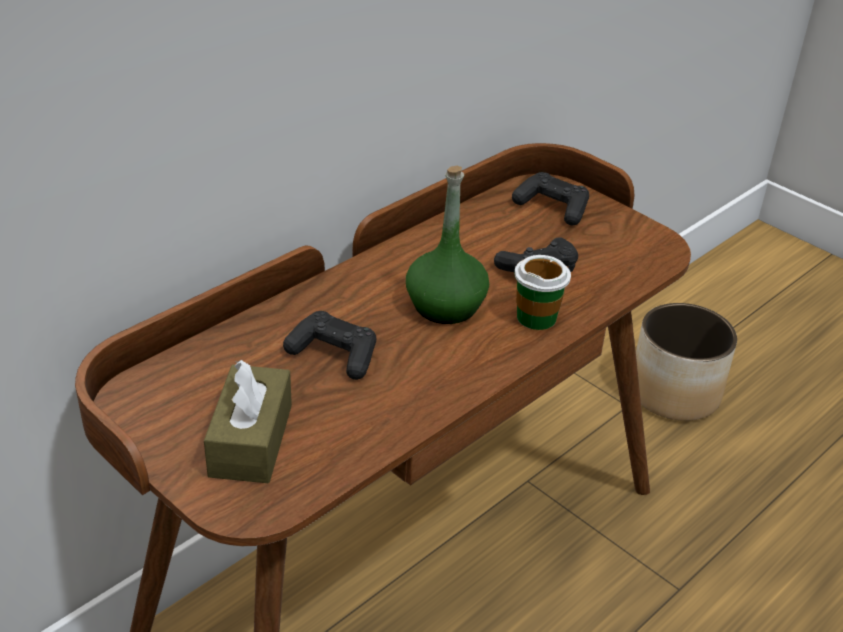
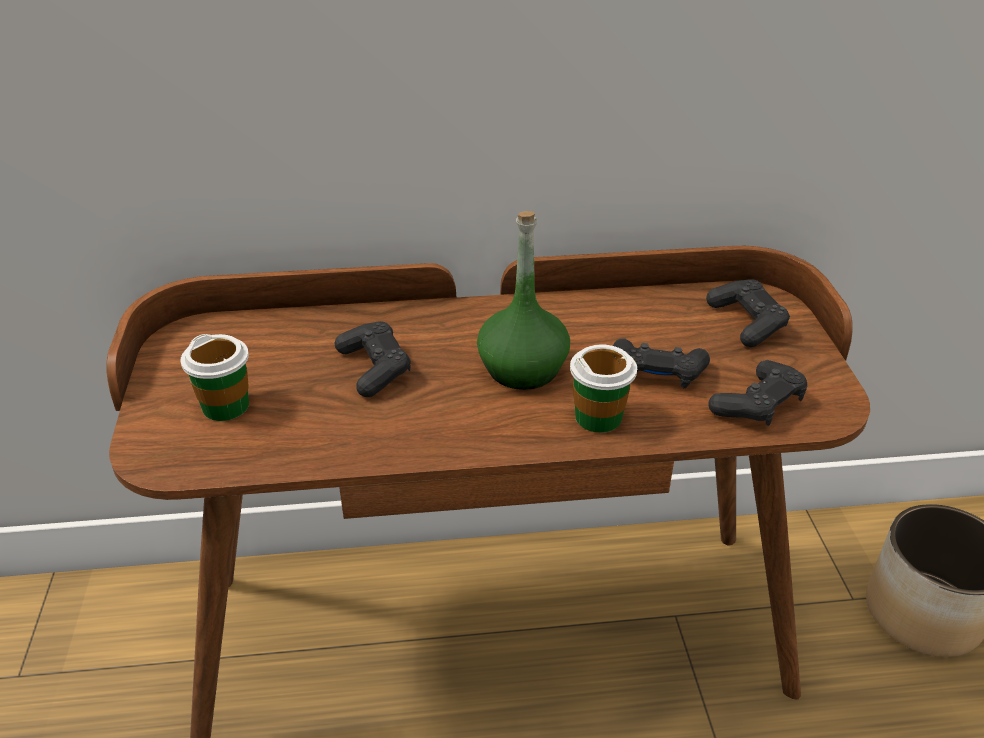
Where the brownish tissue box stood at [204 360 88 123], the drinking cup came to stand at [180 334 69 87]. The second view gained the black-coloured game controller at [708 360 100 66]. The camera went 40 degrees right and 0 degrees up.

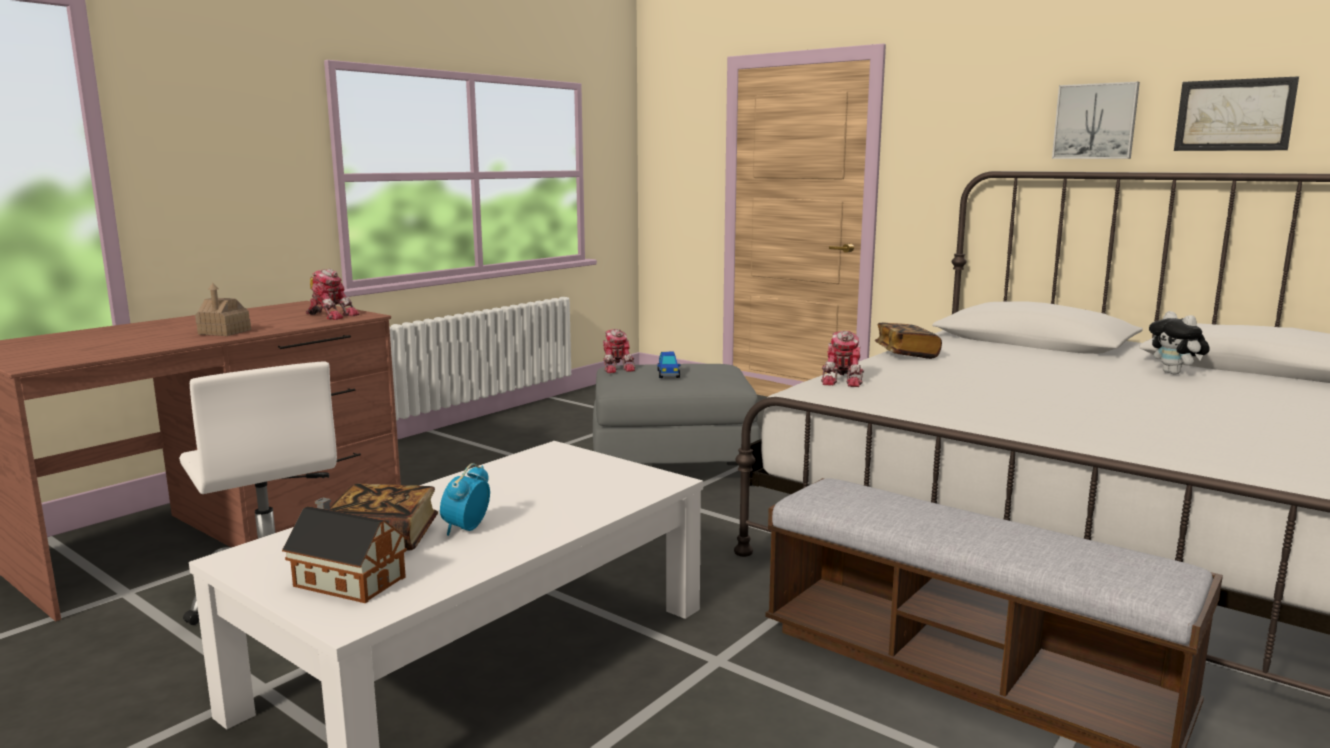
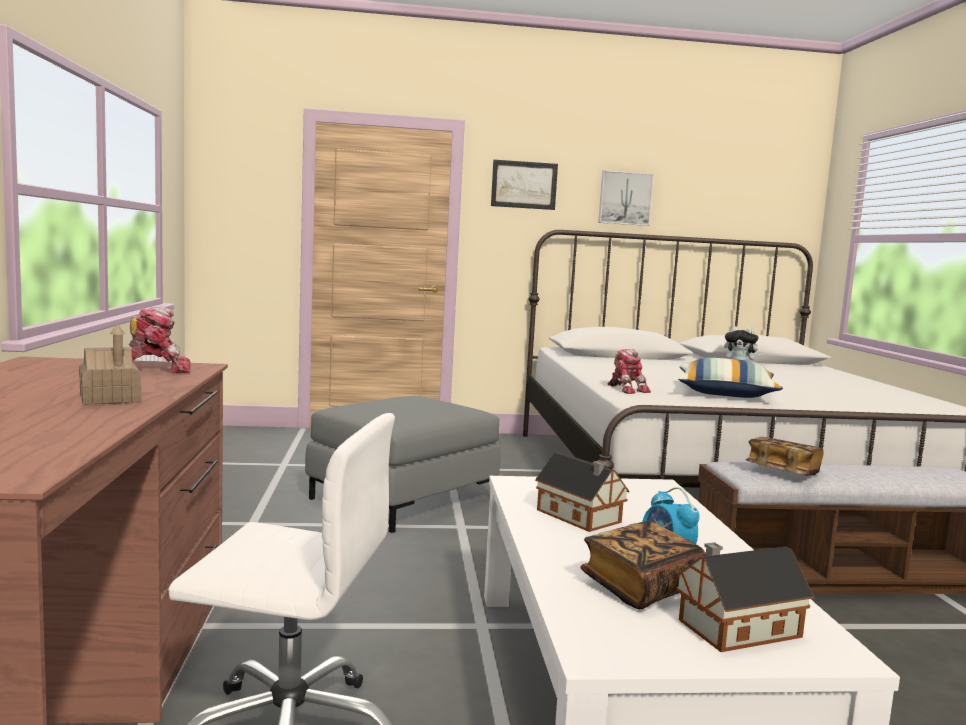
The wall art ended up elsewhere, having gone from [1174 76 125 75] to [491 160 67 50]. The book ended up elsewhere, having gone from [875 323 67 36] to [746 437 78 39]. The second view lost the robot figure at [603 329 32 44]. The second view lost the model car at [657 352 23 26]. The second view gained the pillow at [678 358 105 40]. The second view gained the toy house at [535 452 95 80]. The camera went 45 degrees left and 5 degrees down.

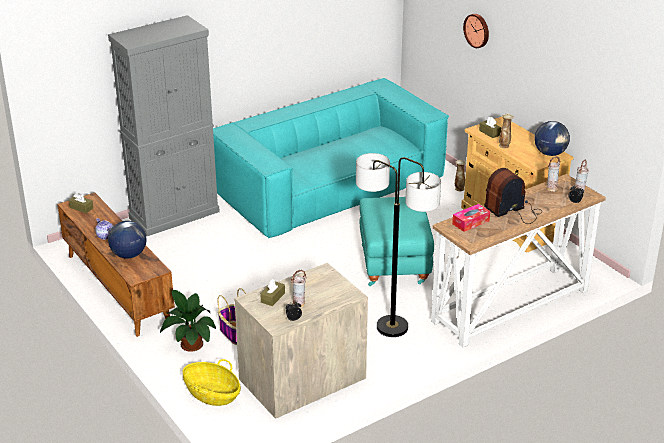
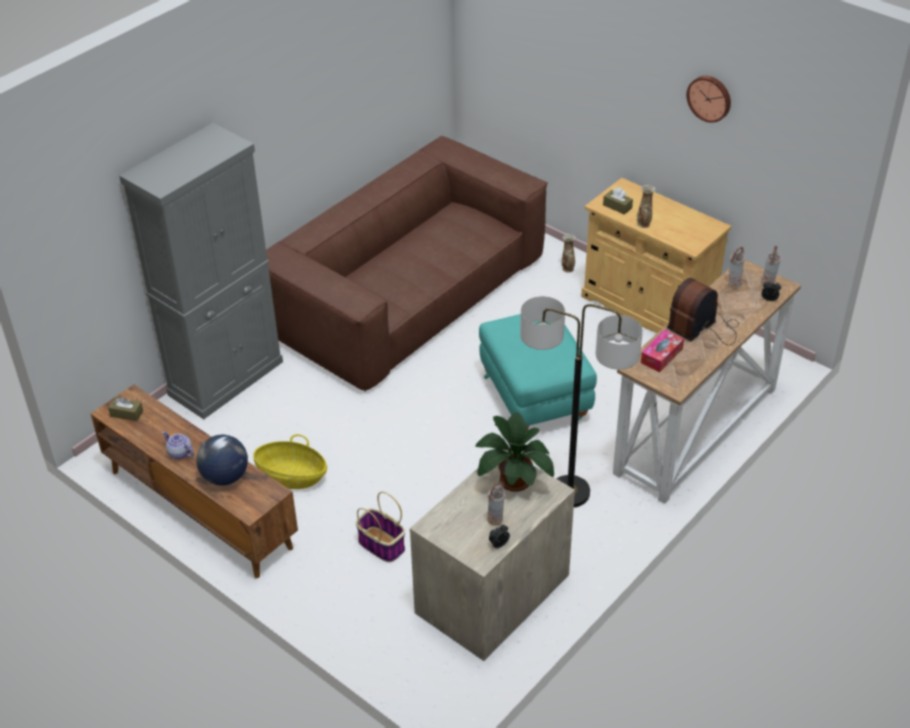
The clock on the wall ended up elsewhere, having gone from [463 14 26 34] to [687 76 44 47]. What was the blue-green sofa at [213 78 236 160] turned into the brownish sofa at [266 136 282 256]. The second view lost the world globe at [534 121 36 35]. The second view lost the brownish tissue box at [260 279 25 27]. The plant in a pot ended up elsewhere, having gone from [160 290 56 62] to [475 412 79 80]. The household basket ended up elsewhere, having gone from [183 359 58 47] to [253 434 74 55]. The camera went 15 degrees left and 10 degrees up.

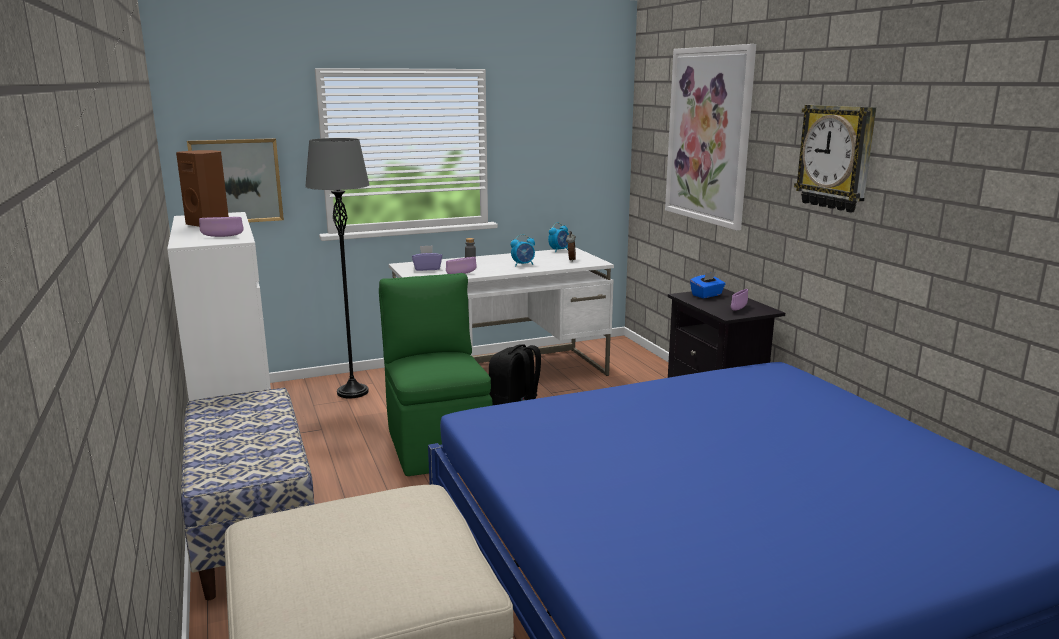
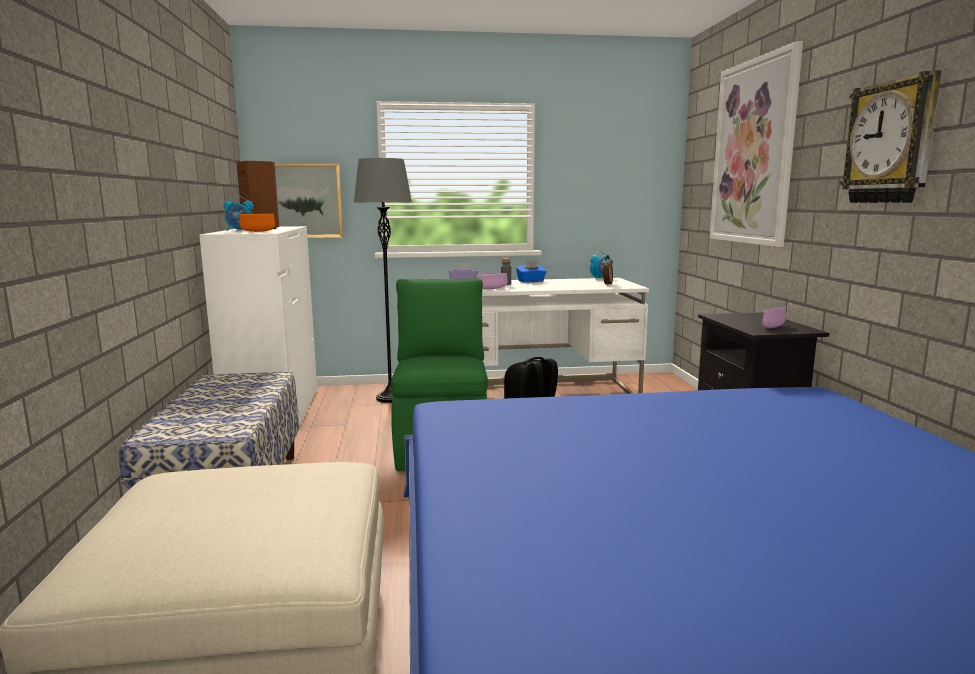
What was the purple bowl at [199 217 45 20] turned into the orange-coloured bowl at [239 214 36 18]. The alarm clock ended up elsewhere, having gone from [511 234 24 32] to [224 196 30 35]. The blue-coloured tissue box ended up elsewhere, having gone from [690 272 35 26] to [516 261 31 22]. The camera went 15 degrees right and 5 degrees down.

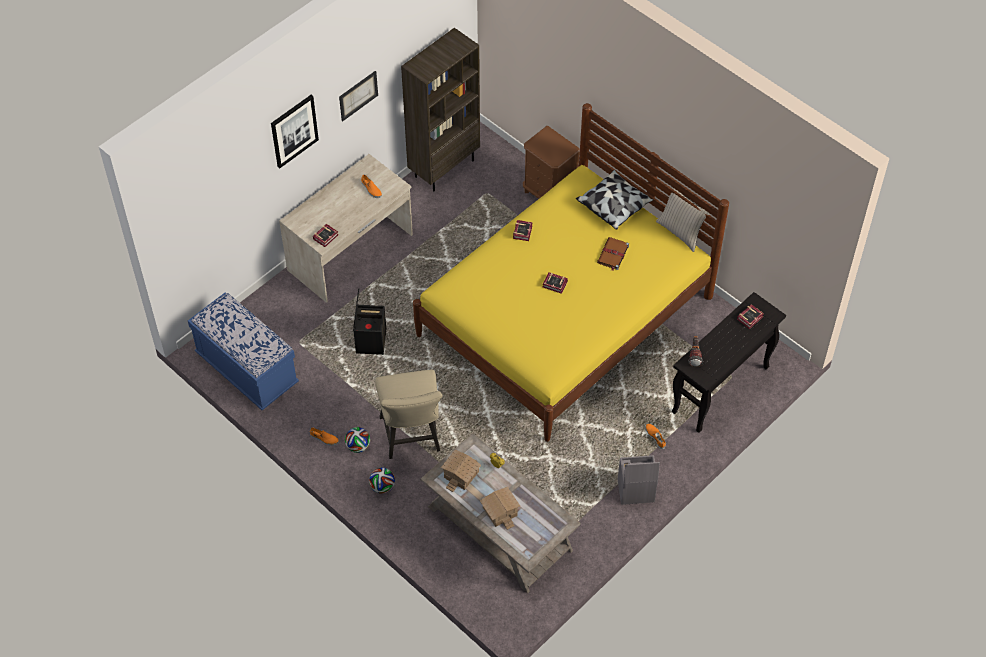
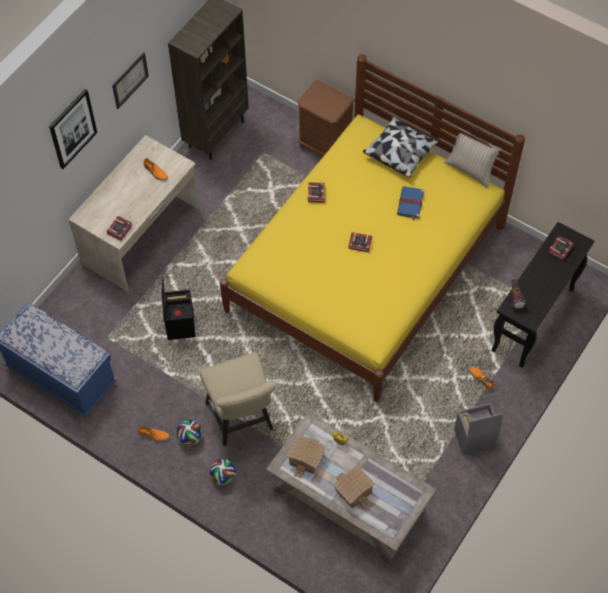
What was the brownish book at [597 237 32 33] turned into the blue-coloured book at [397 186 27 34]. The camera went 10 degrees left and 5 degrees up.

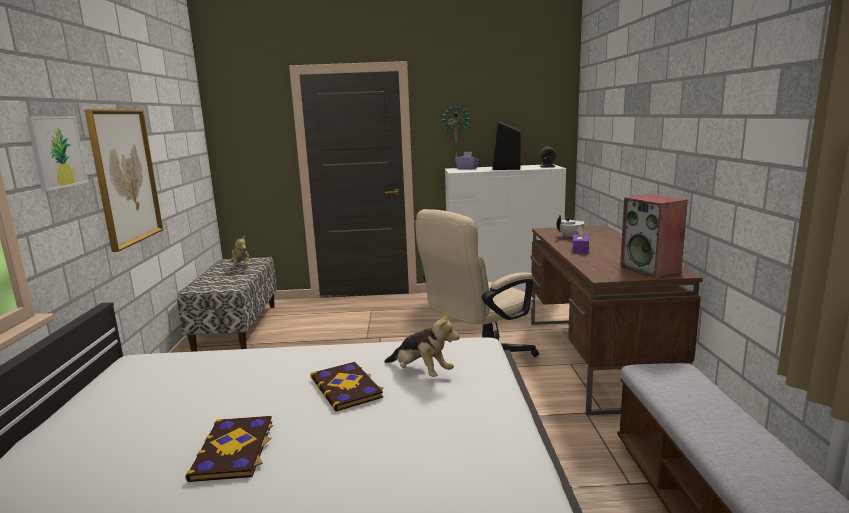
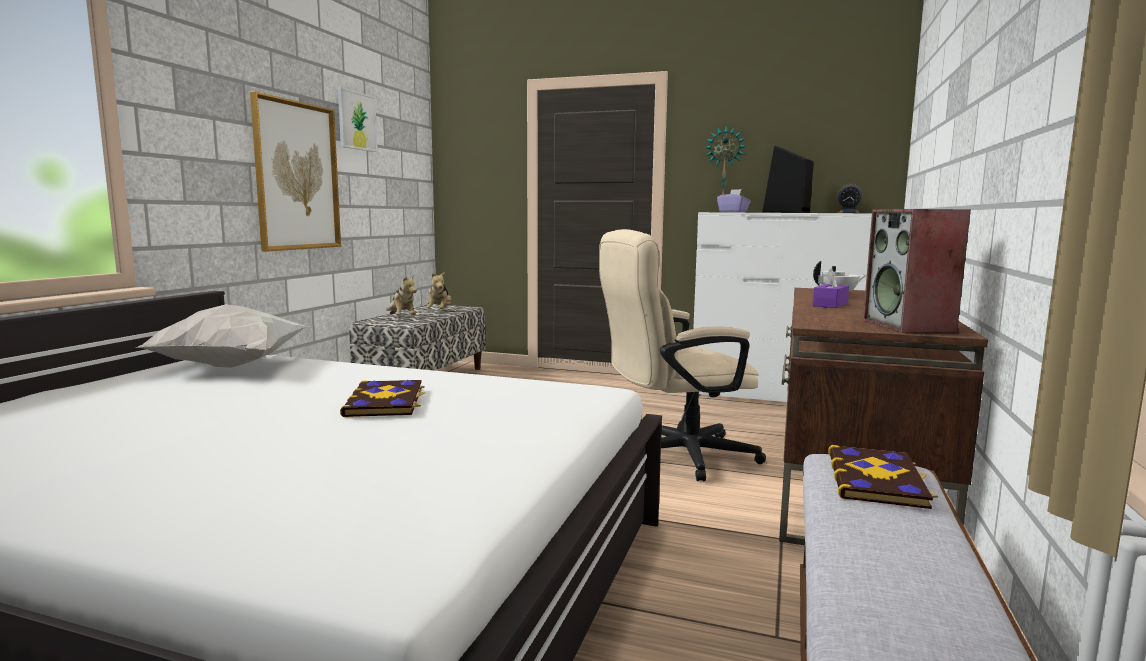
The wall art ended up elsewhere, having gone from [26 116 62 76] to [338 87 40 65]. The cuddly toy ended up elsewhere, having gone from [384 311 76 66] to [386 275 31 40]. The book ended up elsewhere, having gone from [185 416 88 66] to [828 445 110 64]. The second view gained the white-coloured pillow at [135 304 173 64]. The camera went 20 degrees right and 5 degrees down.

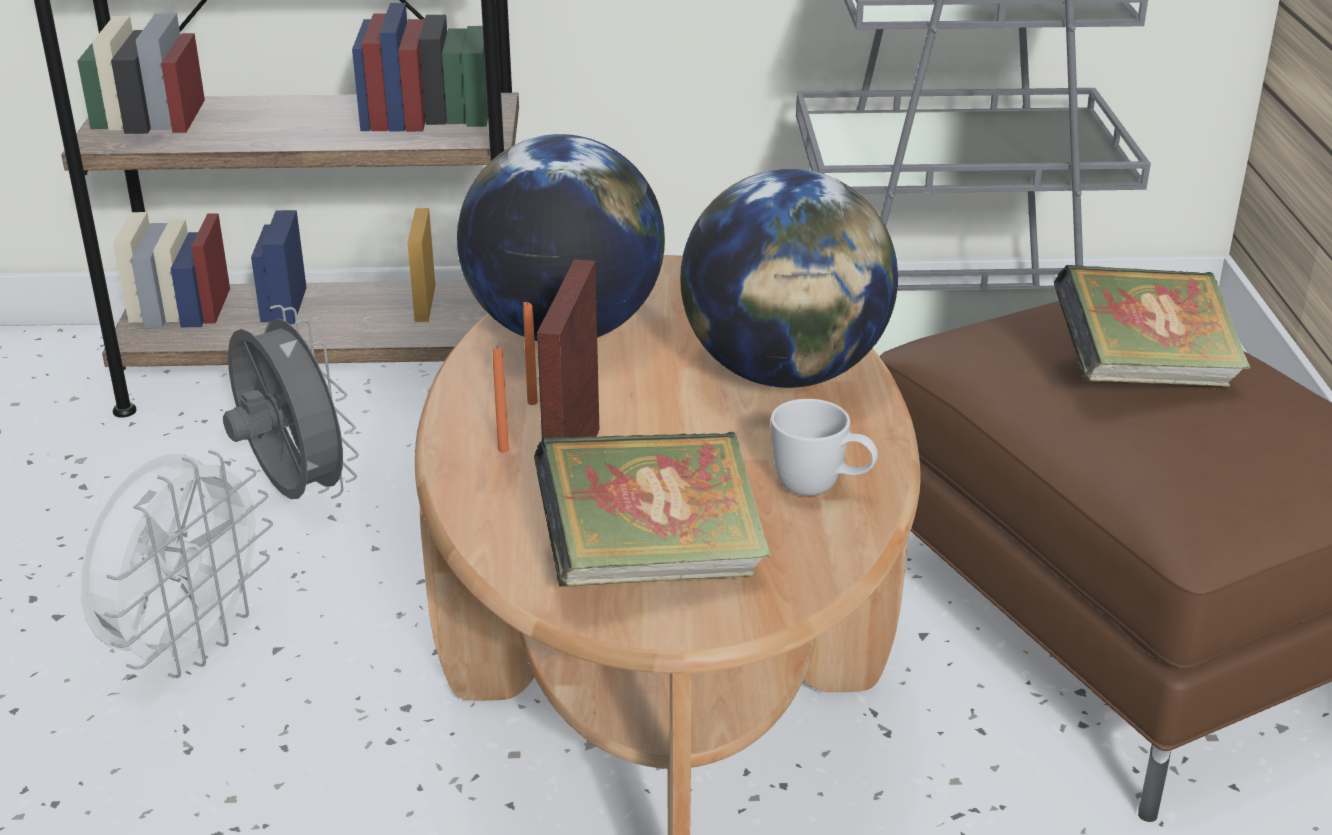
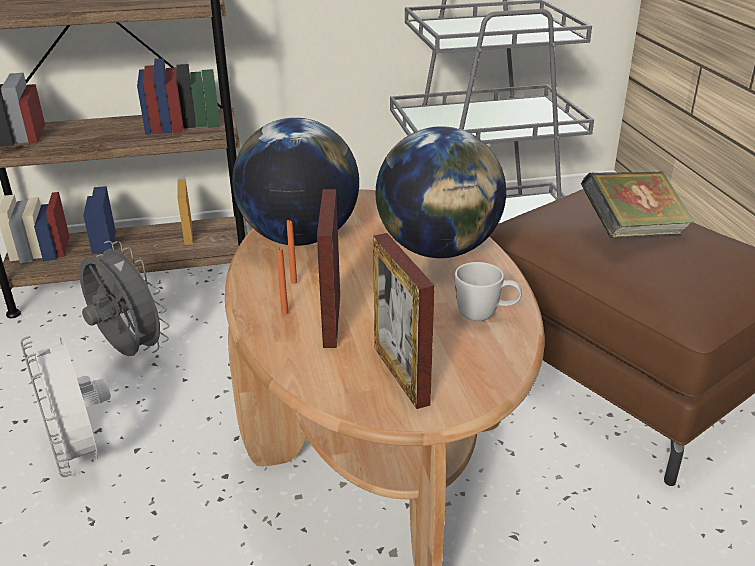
Where the book stood at [534 432 237 155], the standing frame came to stand at [373 233 62 176]. The white-coloured electric fan at [80 450 193 228] ended up facing another way, 135 degrees clockwise from before. The camera went 10 degrees left and 0 degrees up.

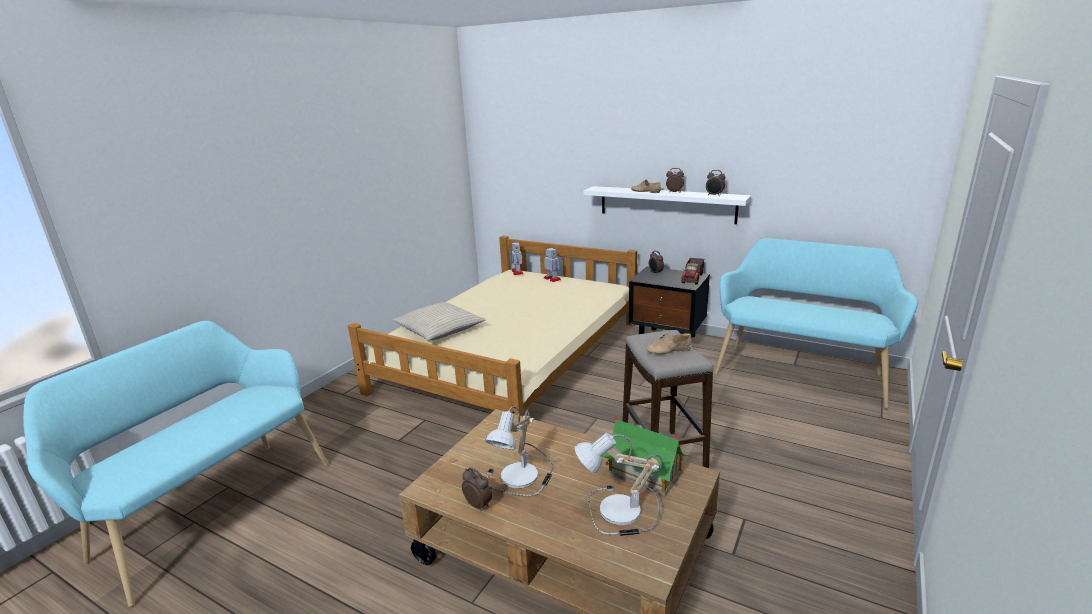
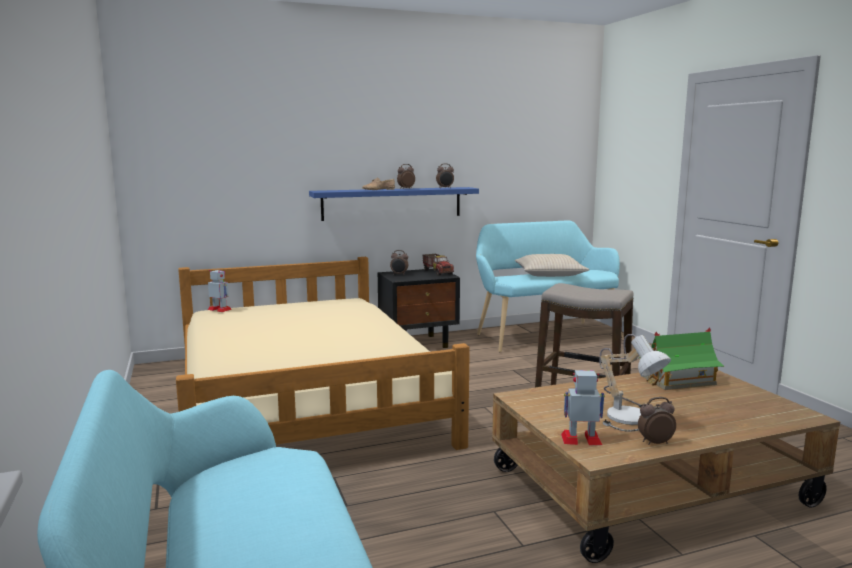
What was the white-coloured wall shelf at [584 186 167 38] turned into the blue-coloured wall shelf at [309 187 170 34]. The robot figure ended up elsewhere, having gone from [544 248 17 34] to [561 370 44 75]. The beige pillow ended up elsewhere, having gone from [393 302 93 38] to [515 254 74 23]. The second view lost the beige item of footwear at [646 333 46 22]. The second view lost the table lamp at [575 432 87 104]. The camera went 50 degrees left and 10 degrees down.

